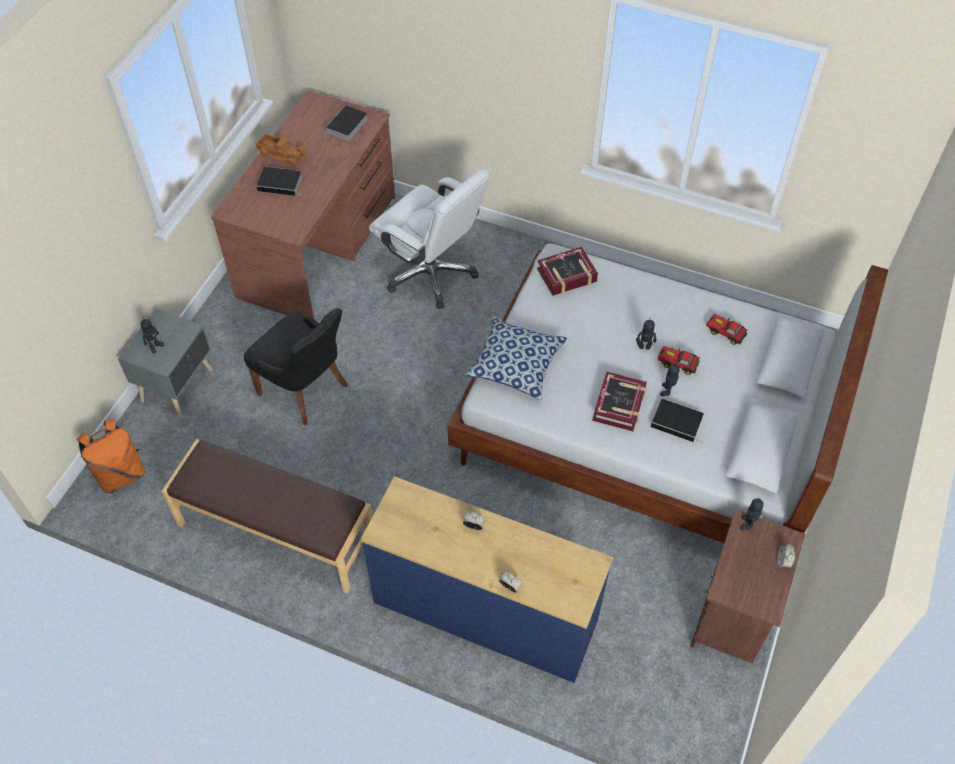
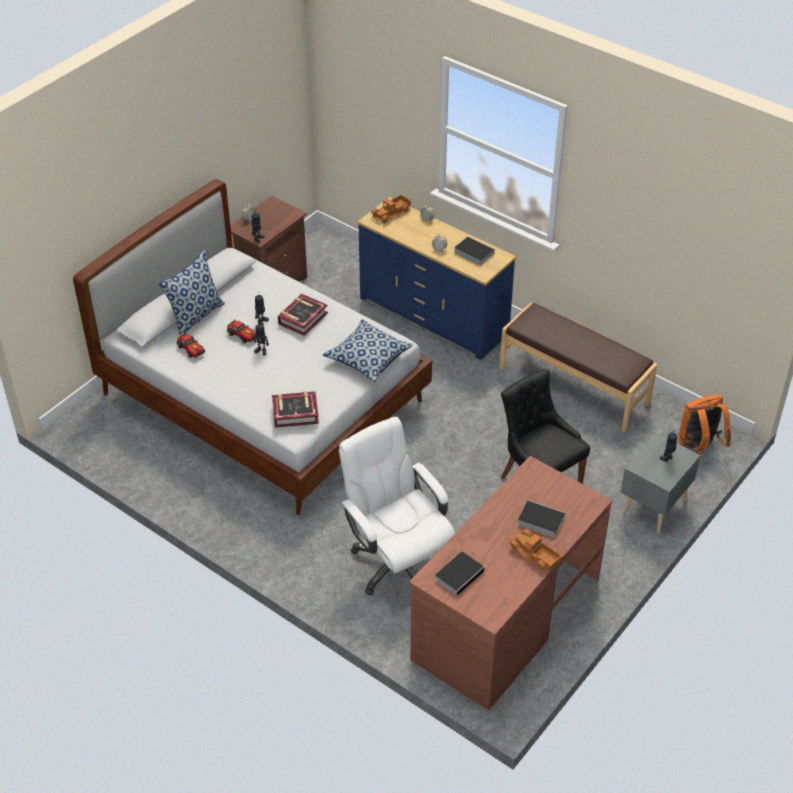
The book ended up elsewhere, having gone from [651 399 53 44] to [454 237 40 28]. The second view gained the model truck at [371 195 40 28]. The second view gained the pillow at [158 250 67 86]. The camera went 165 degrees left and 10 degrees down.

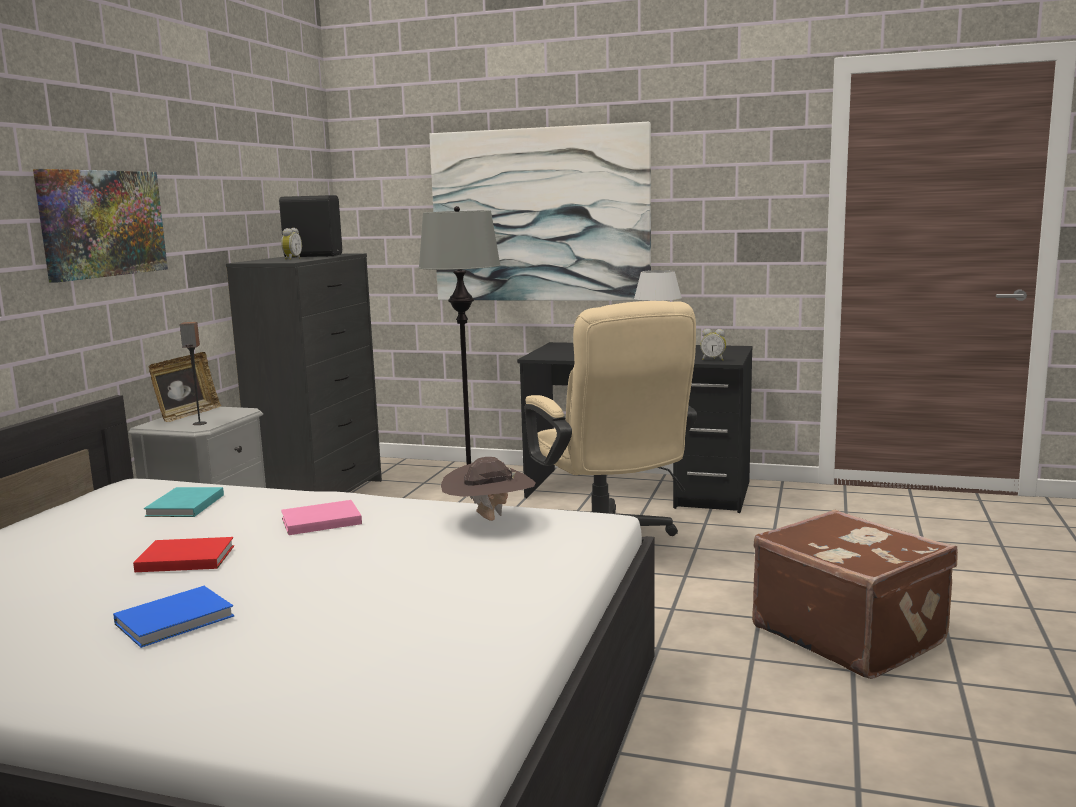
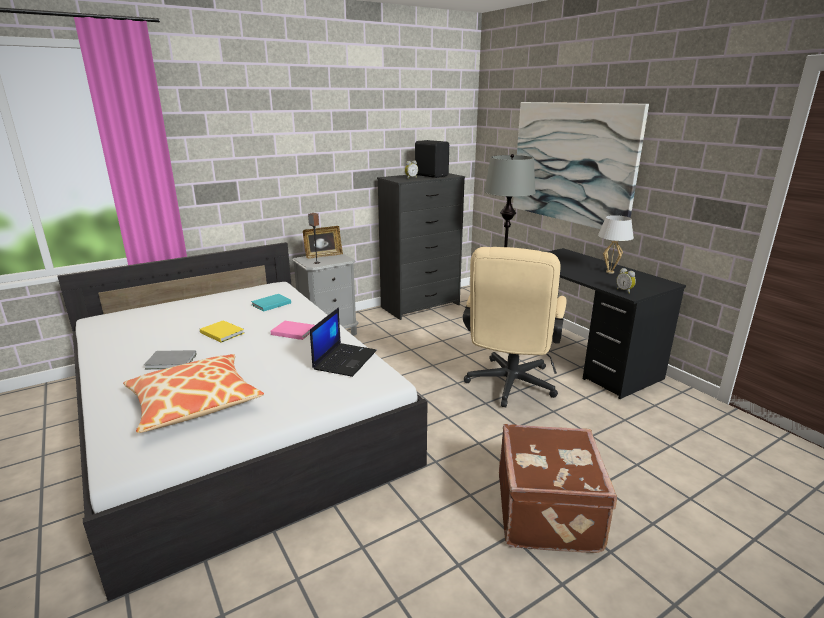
The second view lost the wall art at [33 169 135 114]. Where the brownish wearable hat stood at [441 457 94 64], the laptop came to stand at [310 307 67 70]. What was the red book at [133 537 101 35] turned into the yellow book at [200 320 44 22]. What was the blue-coloured book at [113 586 121 62] turned into the gray book at [144 350 53 20]. The second view gained the pillow at [123 354 141 79]. The camera went 40 degrees right and 10 degrees up.

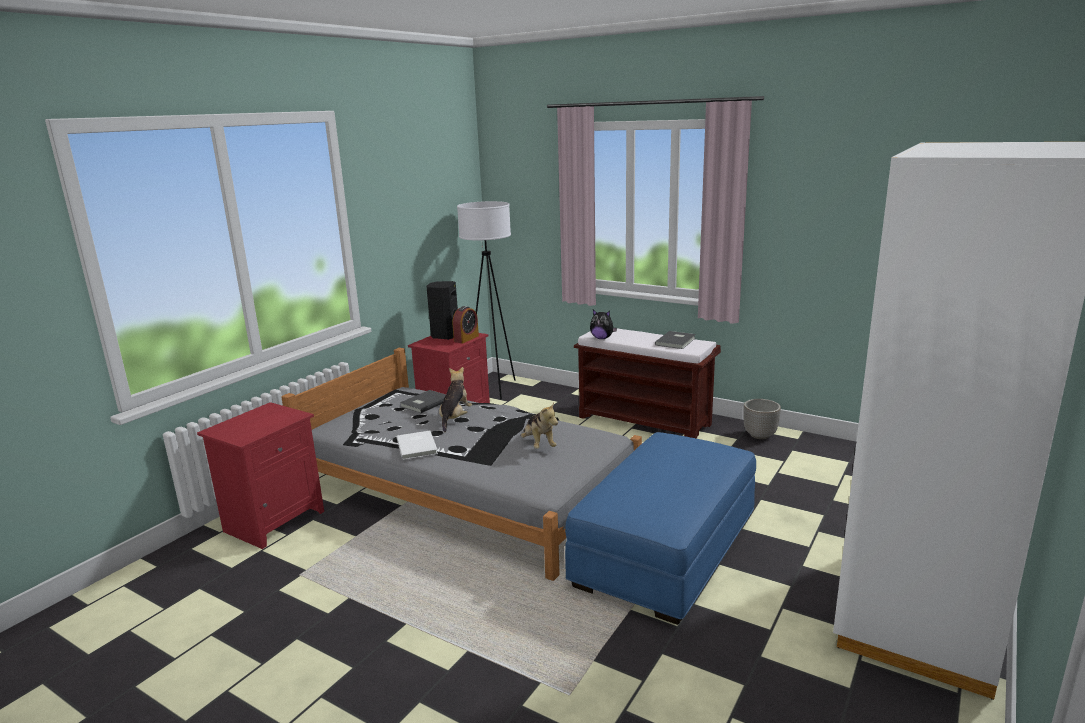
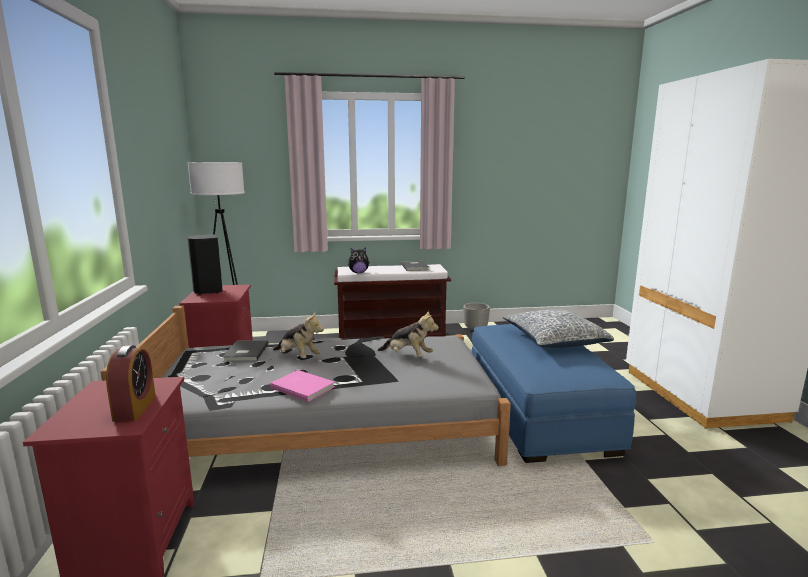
The alarm clock ended up elsewhere, having gone from [453 306 26 37] to [106 345 50 77]. The cuddly toy at [439 367 33 65] ended up facing another way, 150 degrees clockwise from before. What was the white-coloured book at [397 431 41 29] turned into the pinkish book at [270 370 65 32]. The second view gained the pillow at [503 309 111 39]. The camera went 40 degrees left and 5 degrees down.

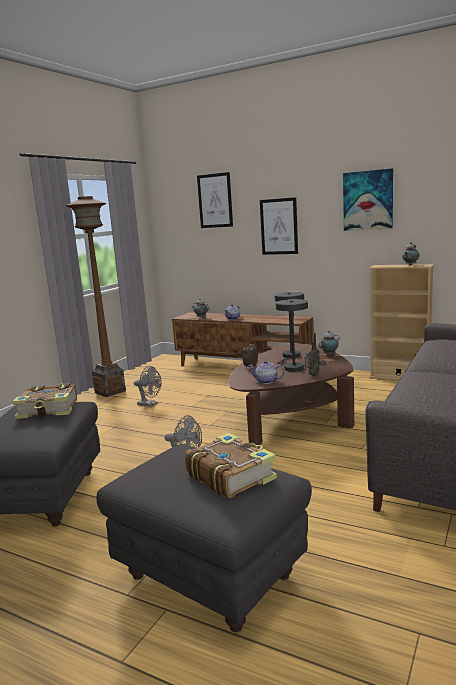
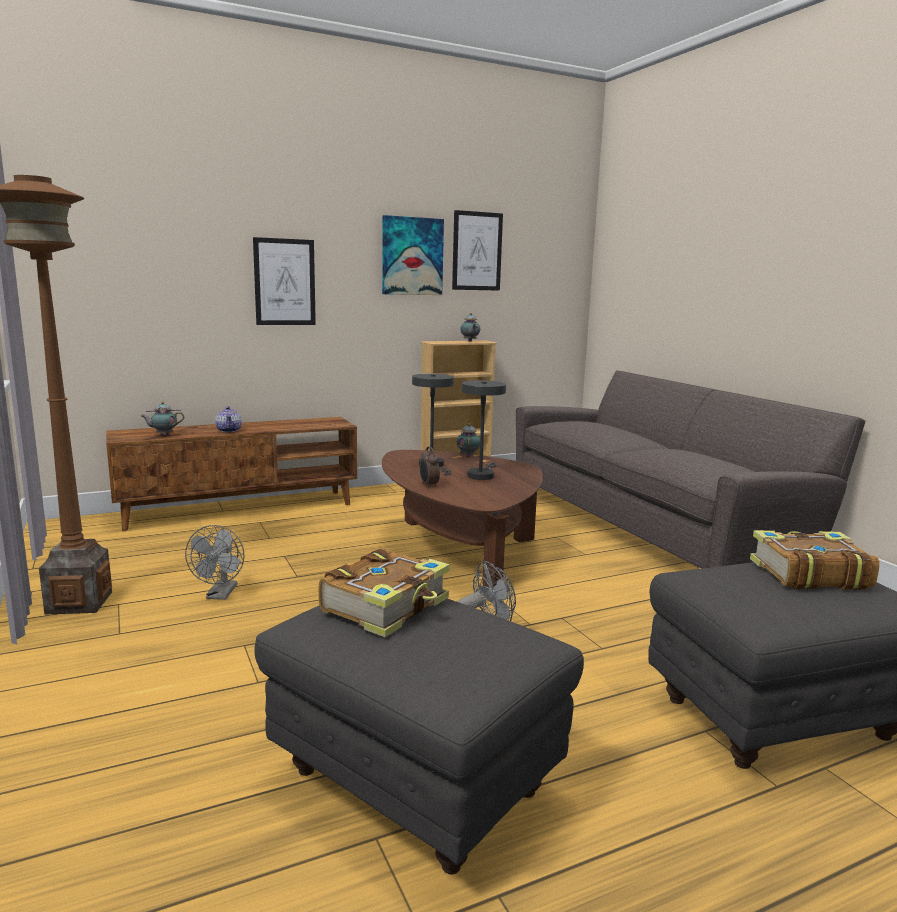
The wall art ended up elsewhere, having gone from [197 172 36 56] to [452 210 51 81]. The second view lost the radio set at [305 333 15 43]. The second view lost the tea pot at [248 360 36 24]. The gray electric fan at [134 366 28 41] ended up facing another way, 120 degrees clockwise from before. The camera went 55 degrees left and 0 degrees up.

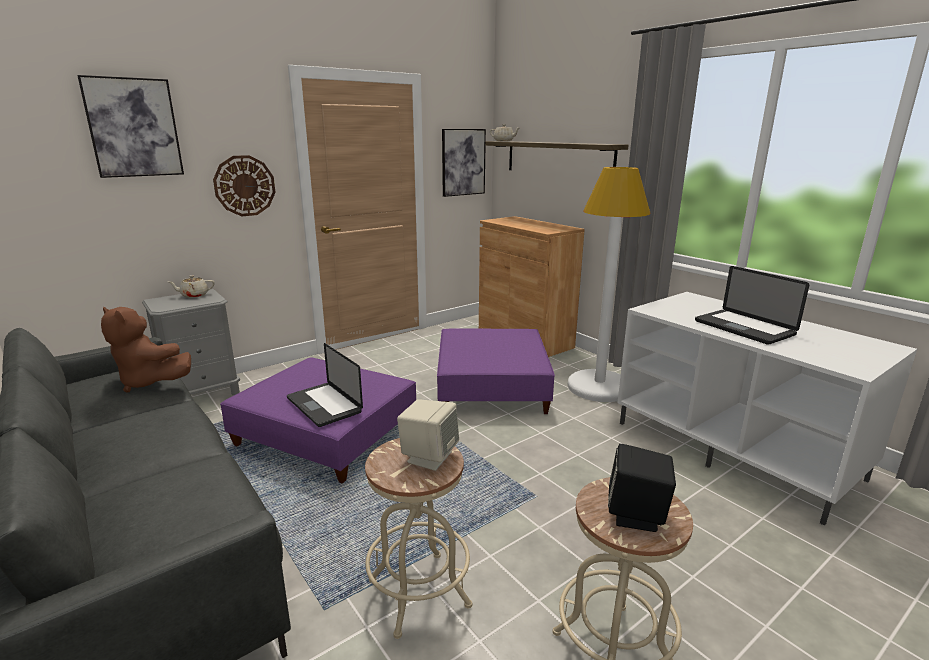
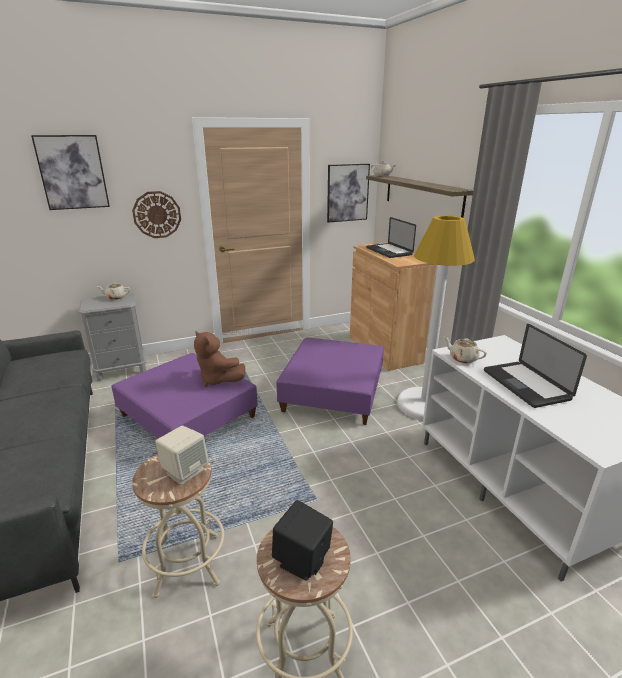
The brownish cuddly toy ended up elsewhere, having gone from [101 307 90 86] to [194 331 51 56]. The laptop ended up elsewhere, having gone from [287 343 76 84] to [366 217 50 41]. The second view gained the beige tea pot at [444 337 43 26]. The camera went 15 degrees right and 5 degrees up.

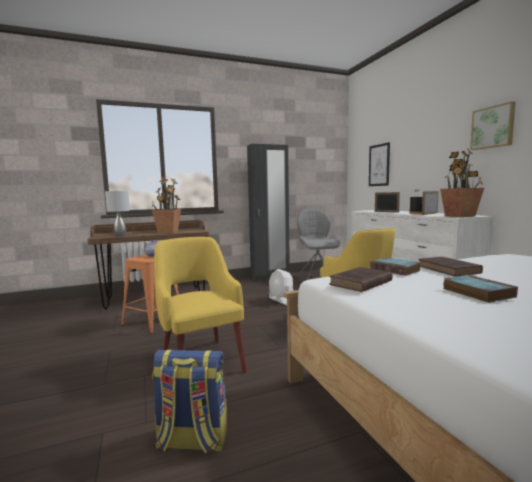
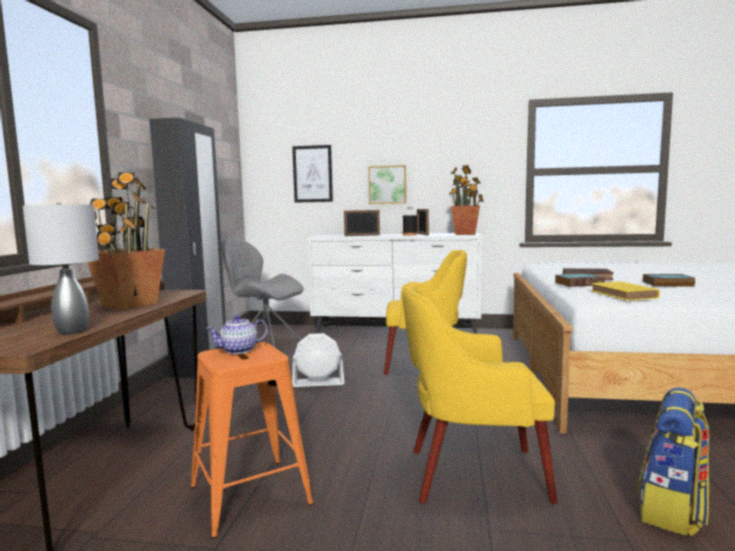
The wall art ended up elsewhere, having gone from [470 101 46 49] to [368 165 38 39]. What was the brownish book at [329 267 64 25] turned into the yellow book at [591 281 69 20]. The camera went 60 degrees left and 0 degrees up.

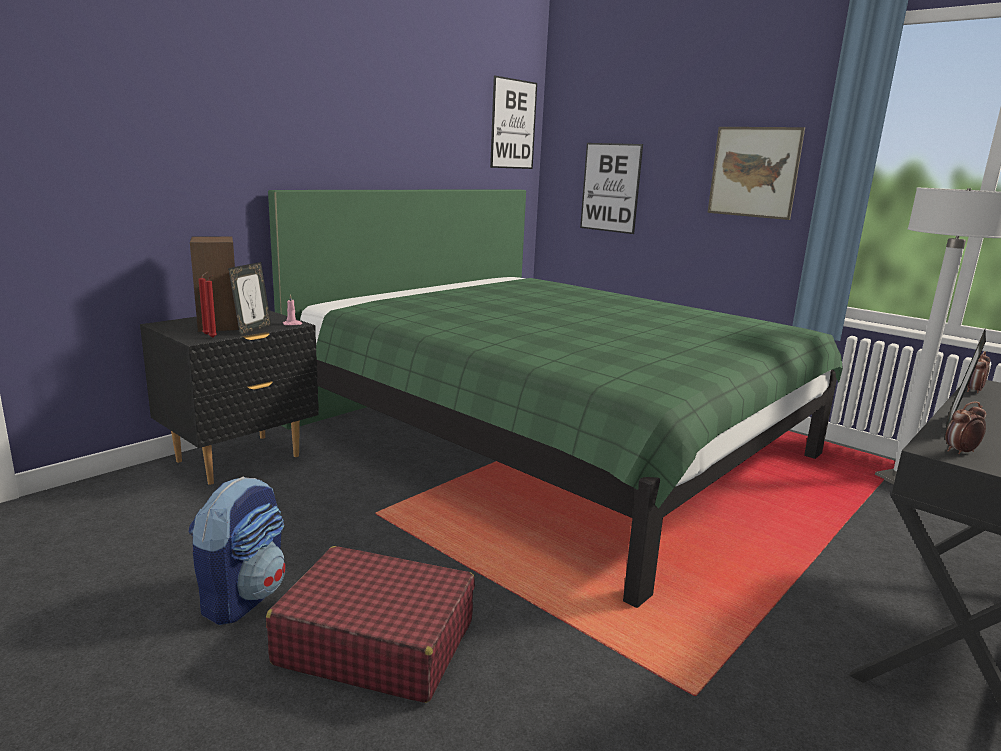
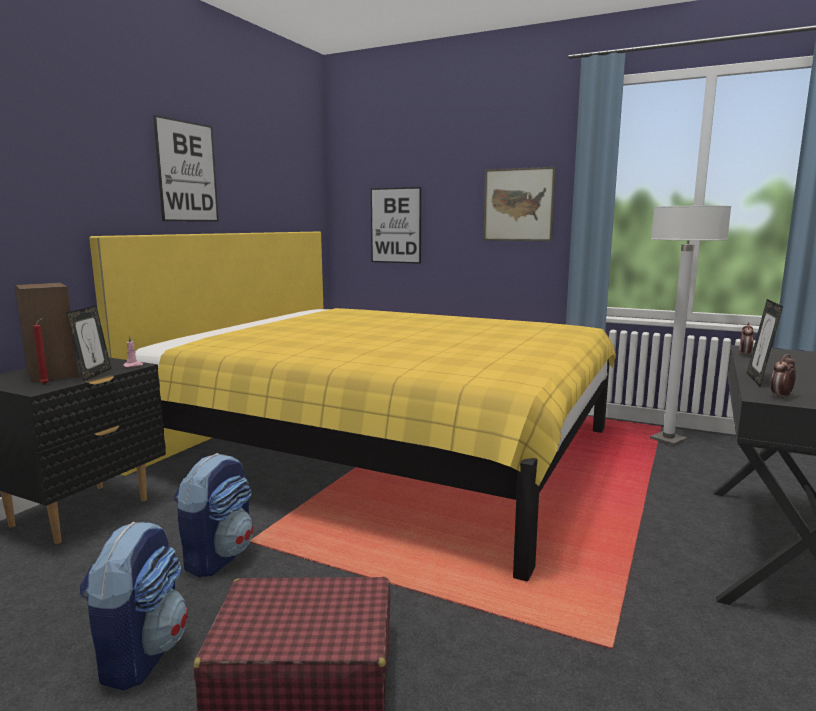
The wall art ended up elsewhere, having gone from [490 76 47 93] to [153 115 66 107]. What was the greenish bedroom bed at [268 189 575 419] turned into the yellow bedroom bed at [89 232 527 350]. The second view lost the red candle at [205 275 12 63]. The second view gained the backpack at [174 453 79 125]. The camera went 15 degrees left and 5 degrees down.

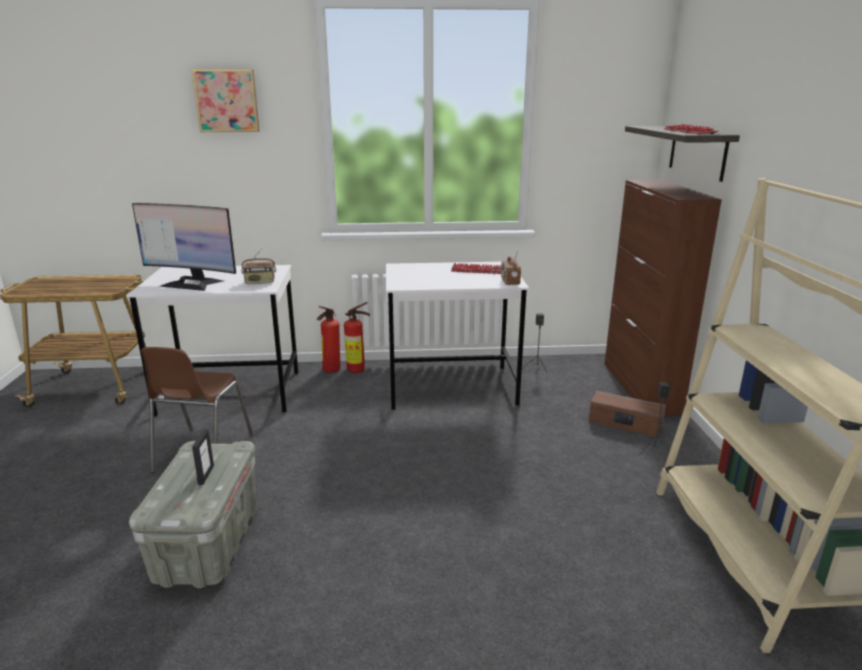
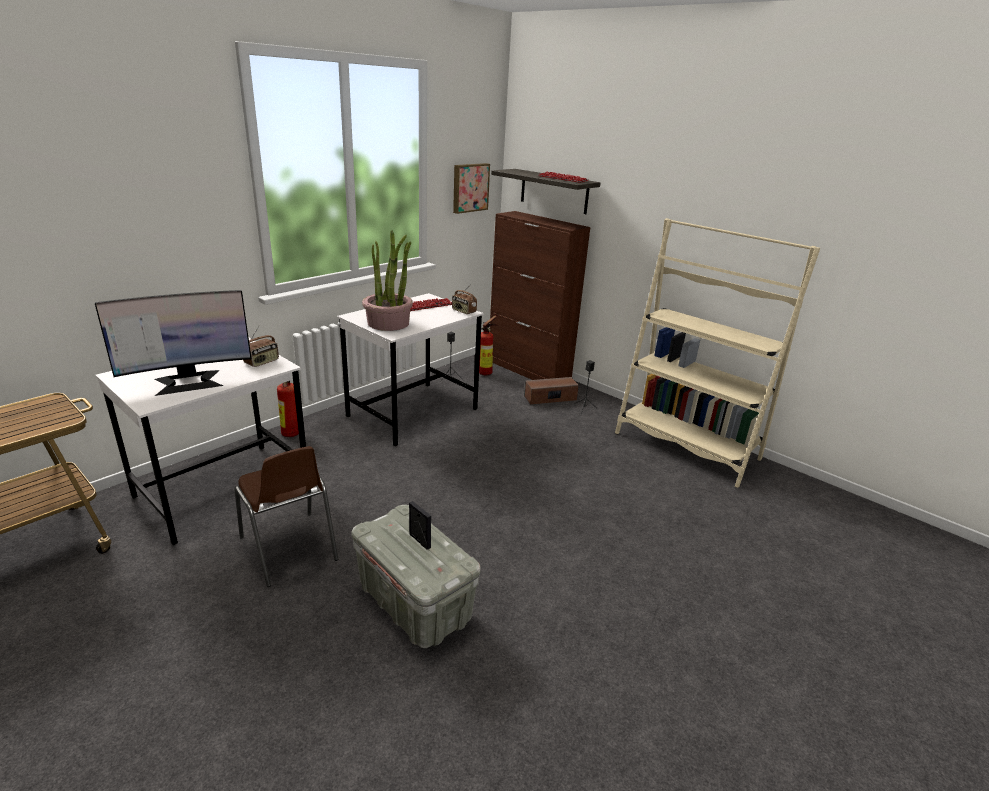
The wall art ended up elsewhere, having gone from [192 69 68 63] to [453 163 37 51]. The extinguisher ended up elsewhere, having gone from [344 302 26 71] to [479 316 20 60]. The second view gained the plant in a pot at [362 230 51 101]. The camera went 45 degrees left and 5 degrees up.

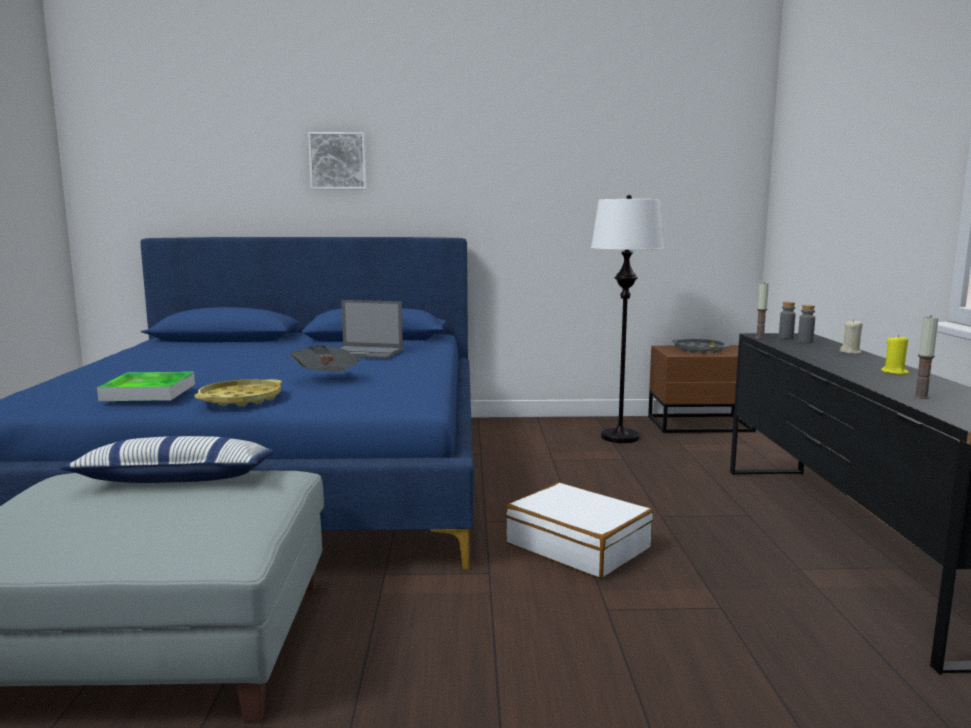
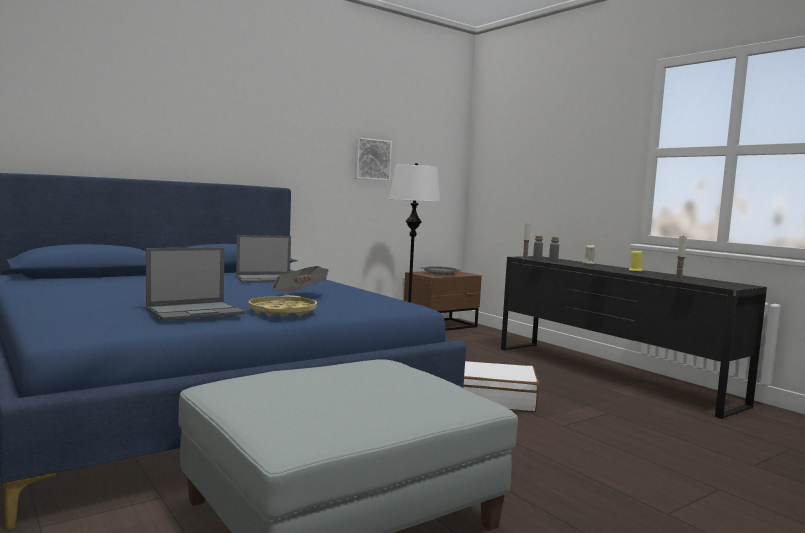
The wall art ended up elsewhere, having gone from [308 132 59 57] to [355 137 37 44]. Where the serving tray stood at [97 372 98 29], the laptop came to stand at [146 247 99 73]. The second view lost the pillow at [60 436 214 47]. The camera went 35 degrees left and 5 degrees down.

